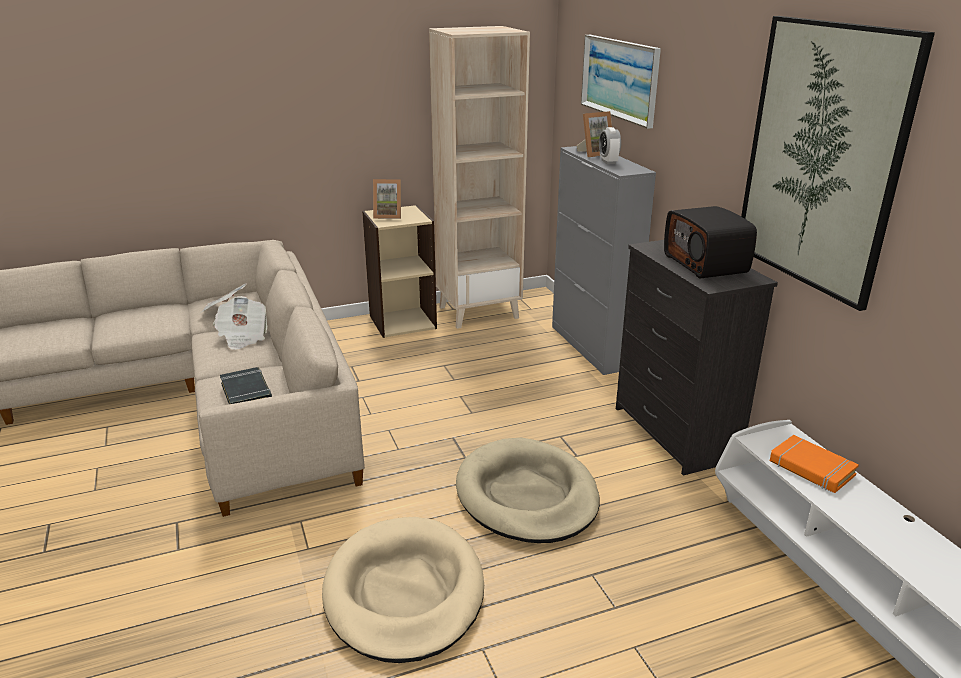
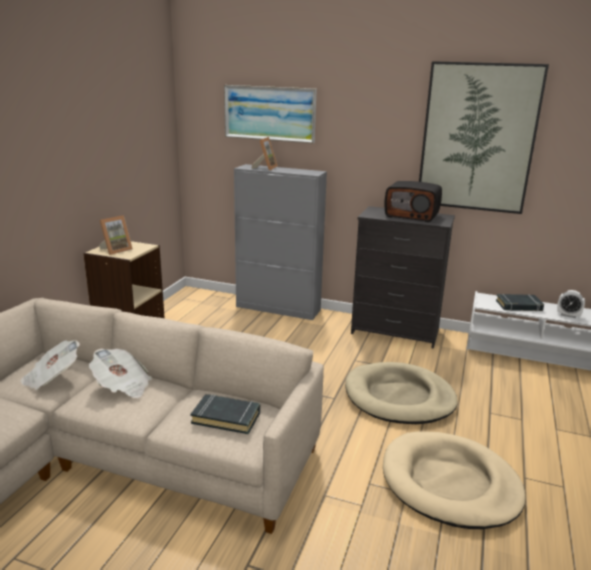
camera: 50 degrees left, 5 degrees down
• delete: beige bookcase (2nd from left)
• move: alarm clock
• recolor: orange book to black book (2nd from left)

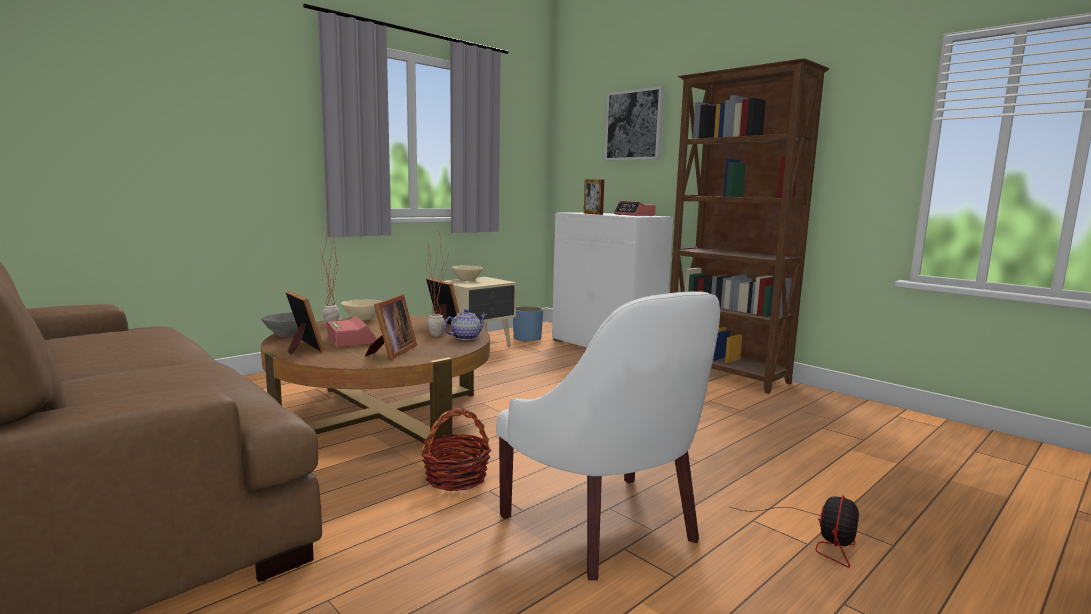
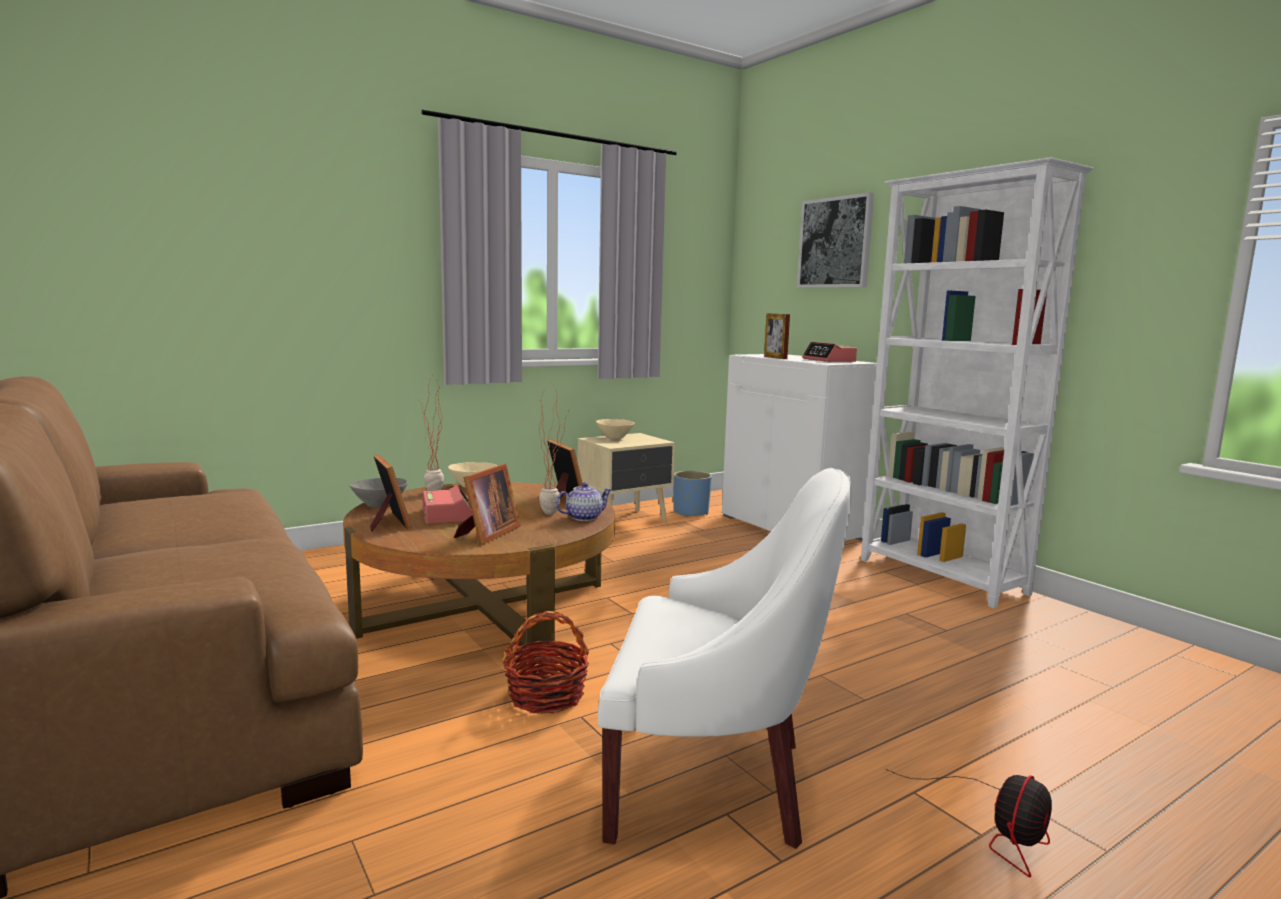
camera: 10 degrees right, 0 degrees up
• rotate: white armchair 60 degrees counterclockwise
• recolor: brown bookcase to white bookcase

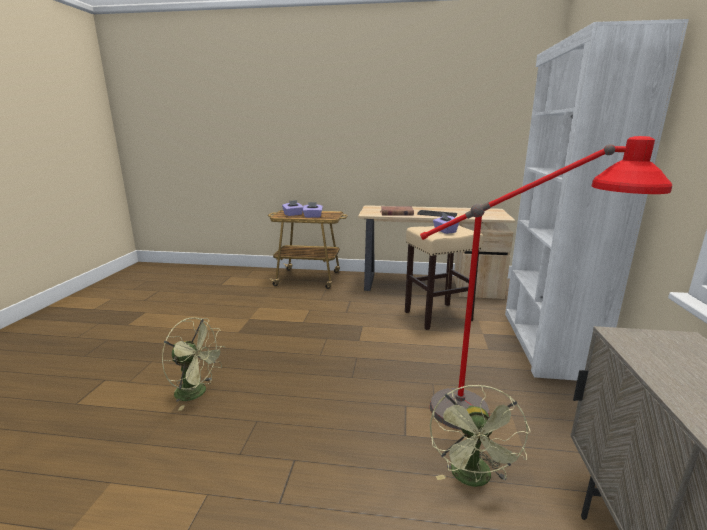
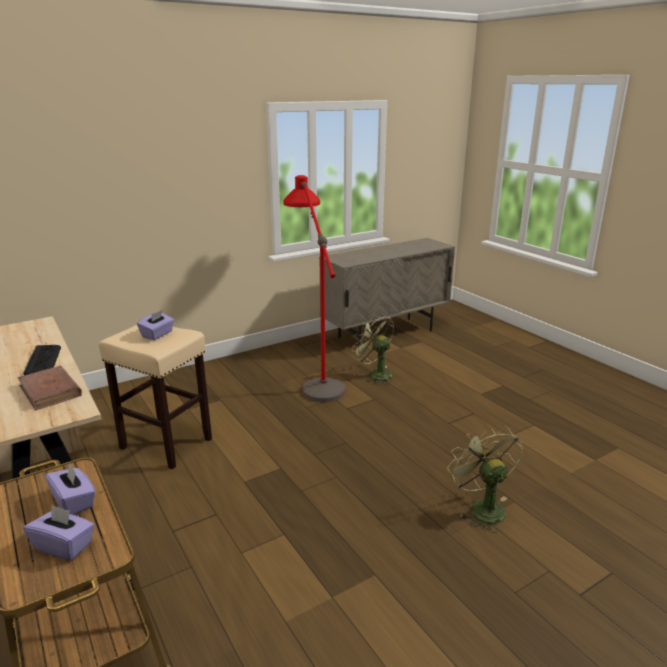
camera: 130 degrees left, 5 degrees up
• rotate: green fan (2nd from left in the first image) 105 degrees counterclockwise
• delete: white bookcase

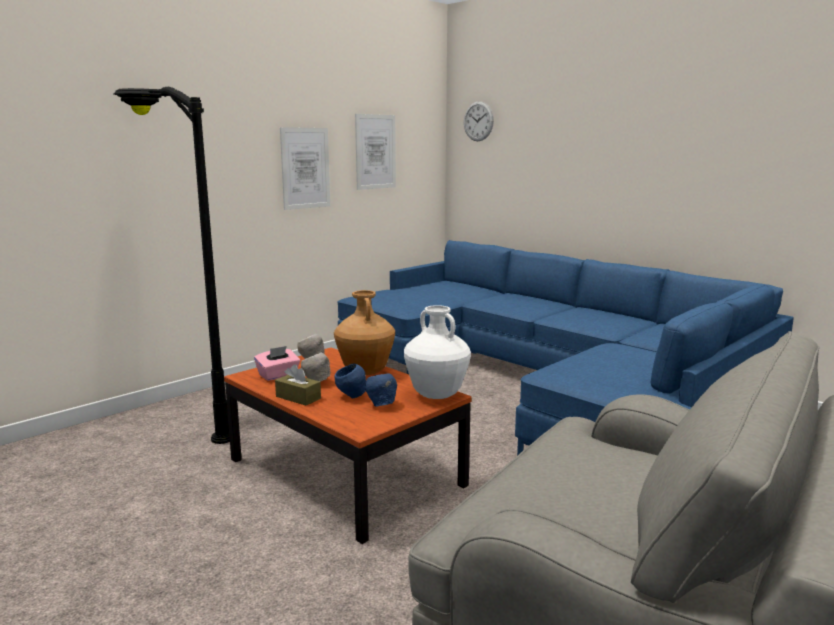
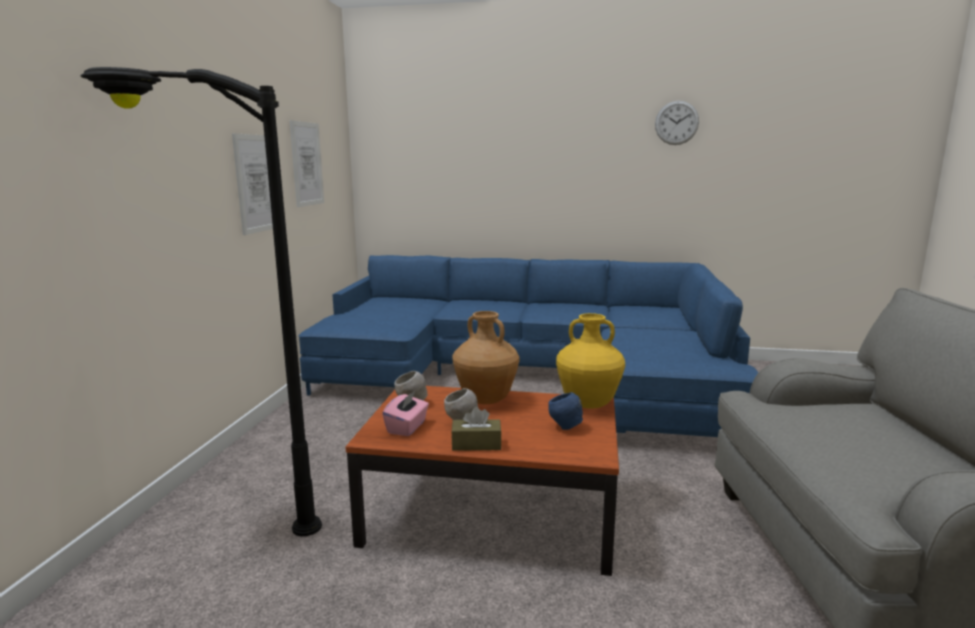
camera: 35 degrees left, 0 degrees up
• delete: blue bowl (1st from left)
• recolor: white vase to yellow vase
• move: wall clock

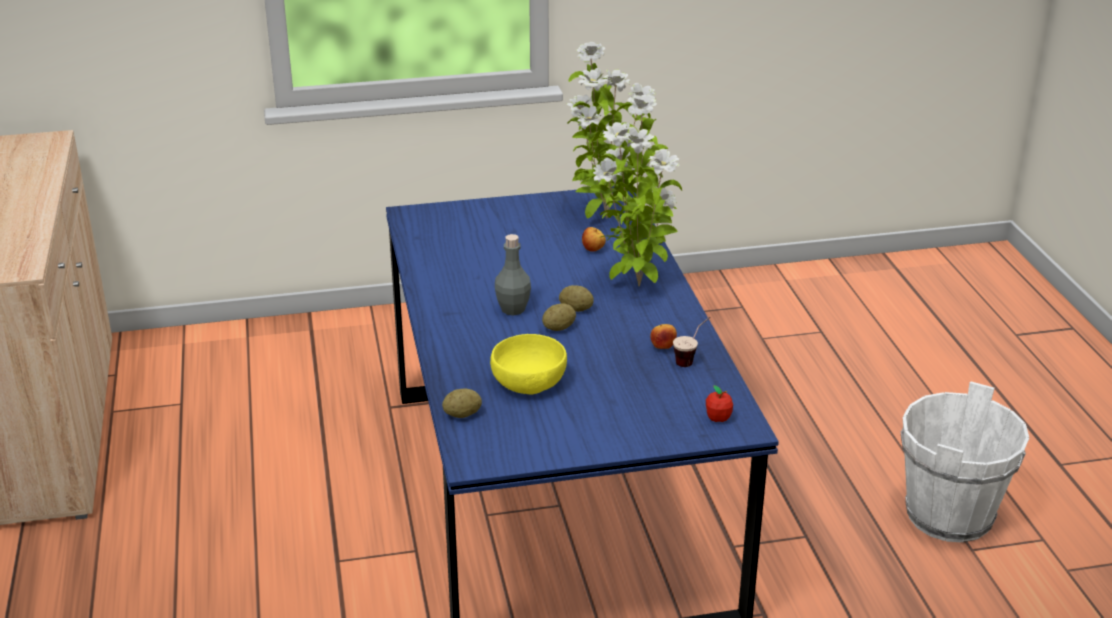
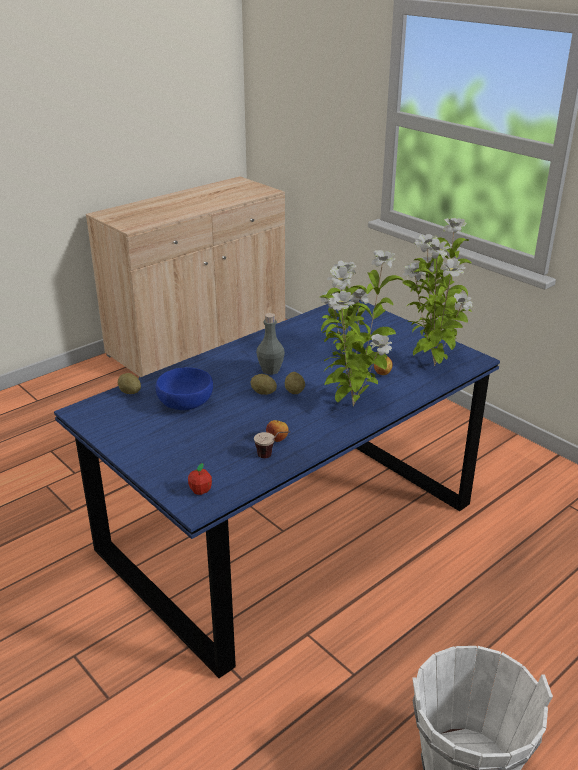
camera: 60 degrees right, 0 degrees up
• recolor: yellow bowl to blue bowl

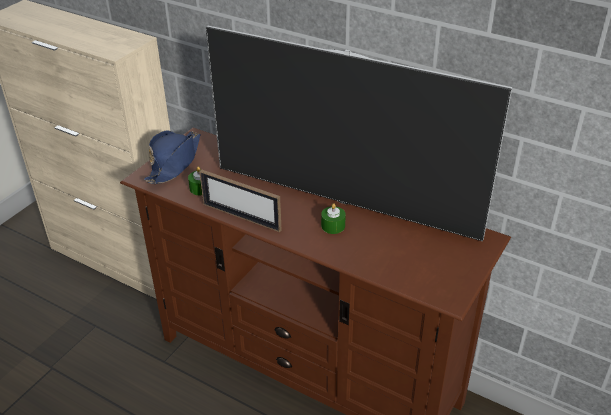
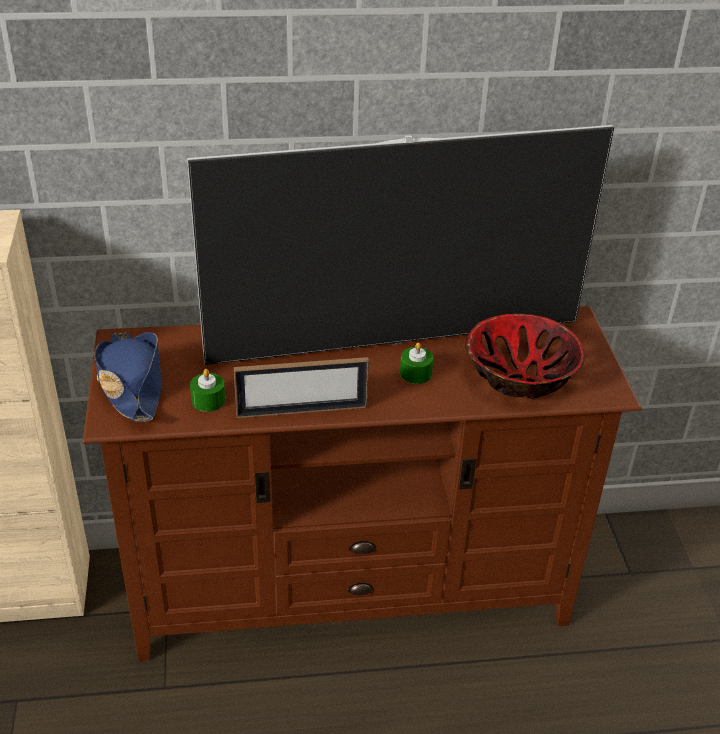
camera: 40 degrees left, 0 degrees up
• insert: bowl

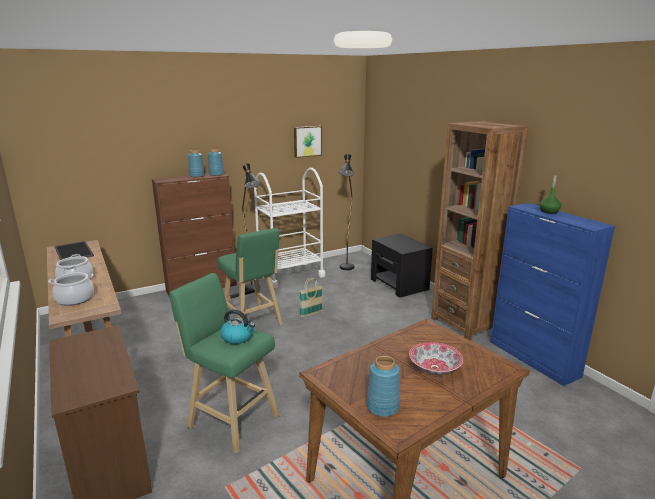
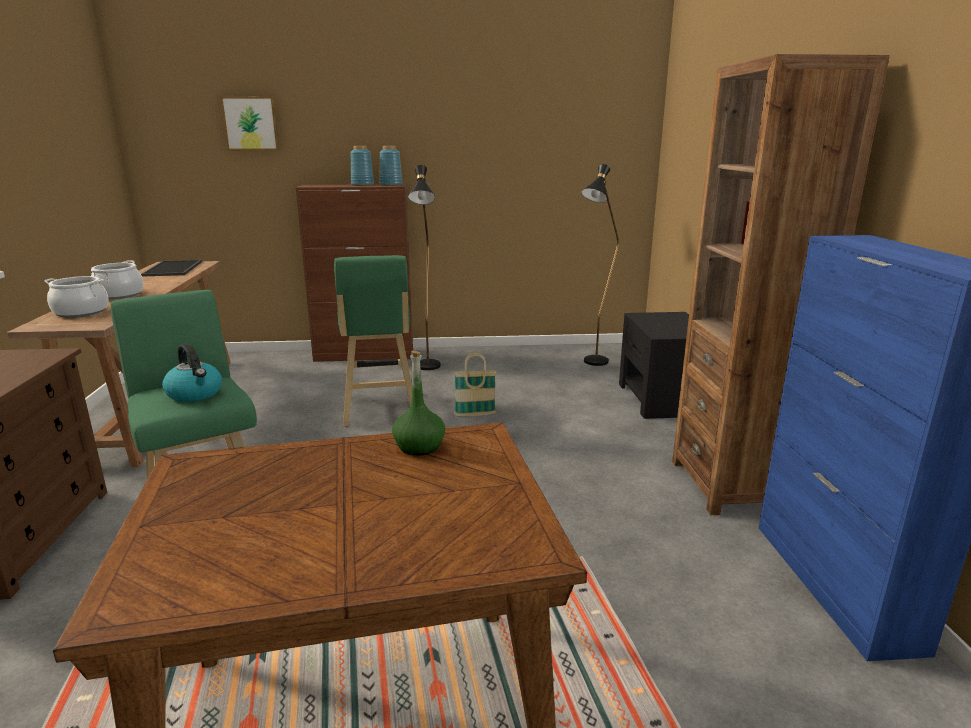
camera: 25 degrees right, 0 degrees up
• delete: white cart
• move: picture
• delete: blue vase (3rd from left)
• delete: bowl
• move: green bottle

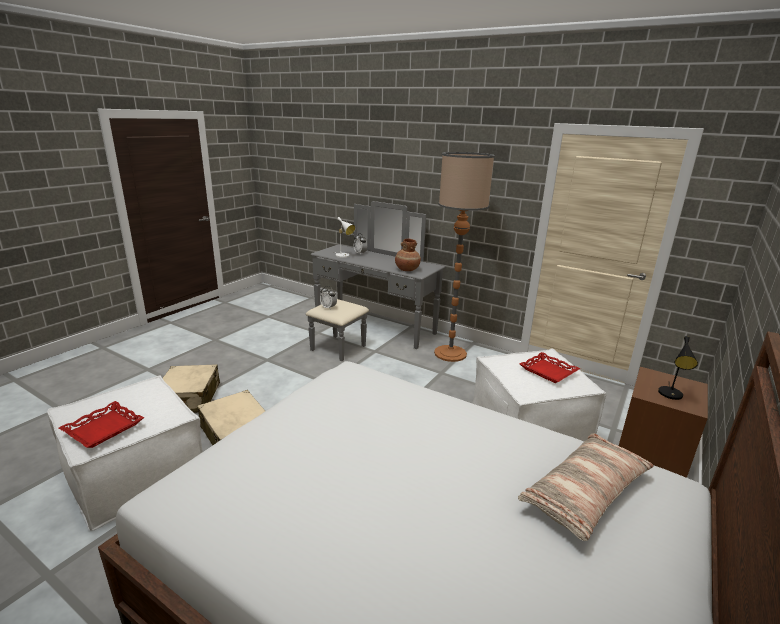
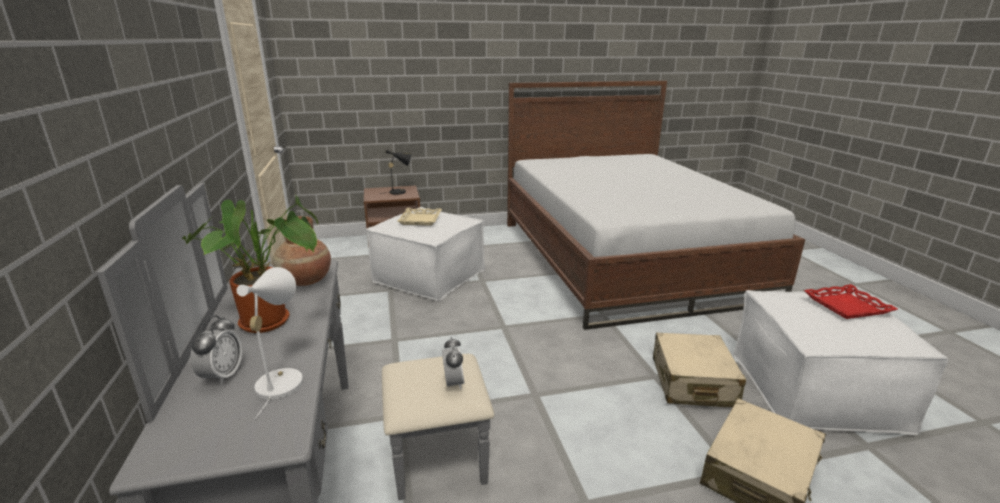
camera: 135 degrees left, 0 degrees up
• delete: floor lamp
• delete: pillow
• recolor: red tray (2nd from left) to beige tray
• insert: potted plant

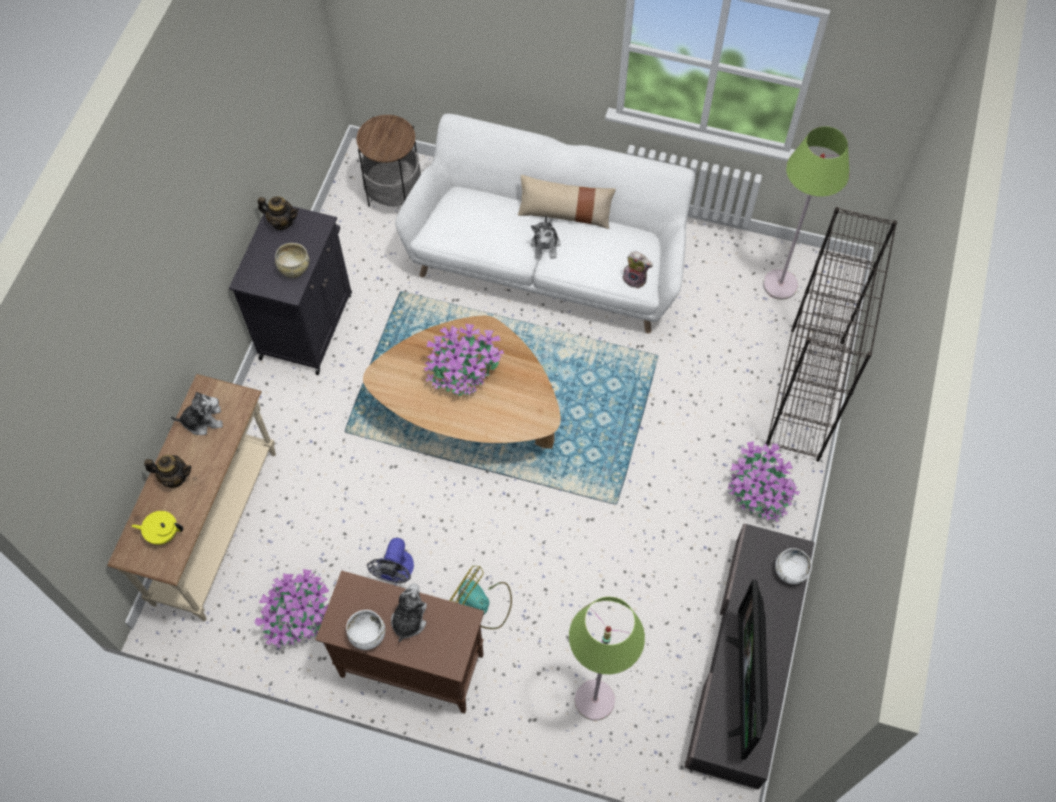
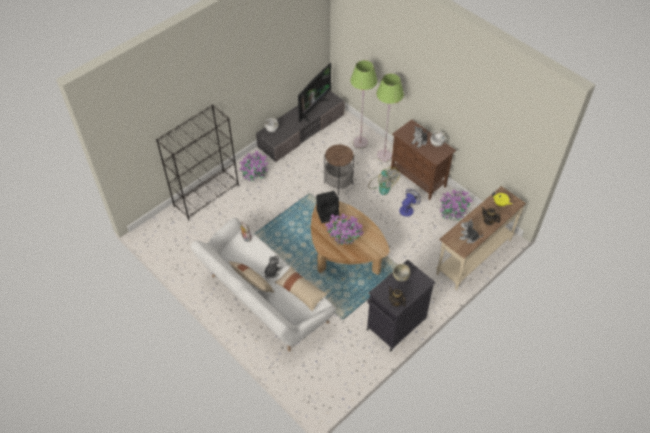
camera: 150 degrees left, 10 degrees down
• move: side table
• move: green floor lamp (2nd from left)
• insert: beige pillow (2nd from left)
• insert: black speaker

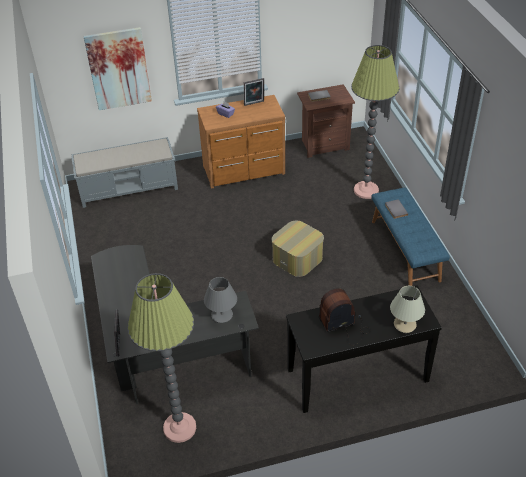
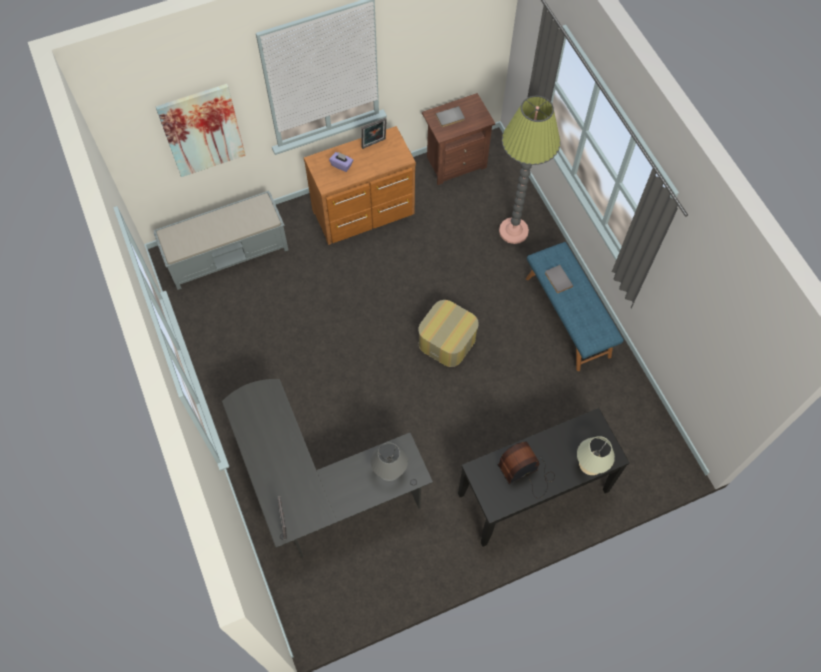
camera: 10 degrees left, 20 degrees up
• delete: floor lamp (1st from left)

